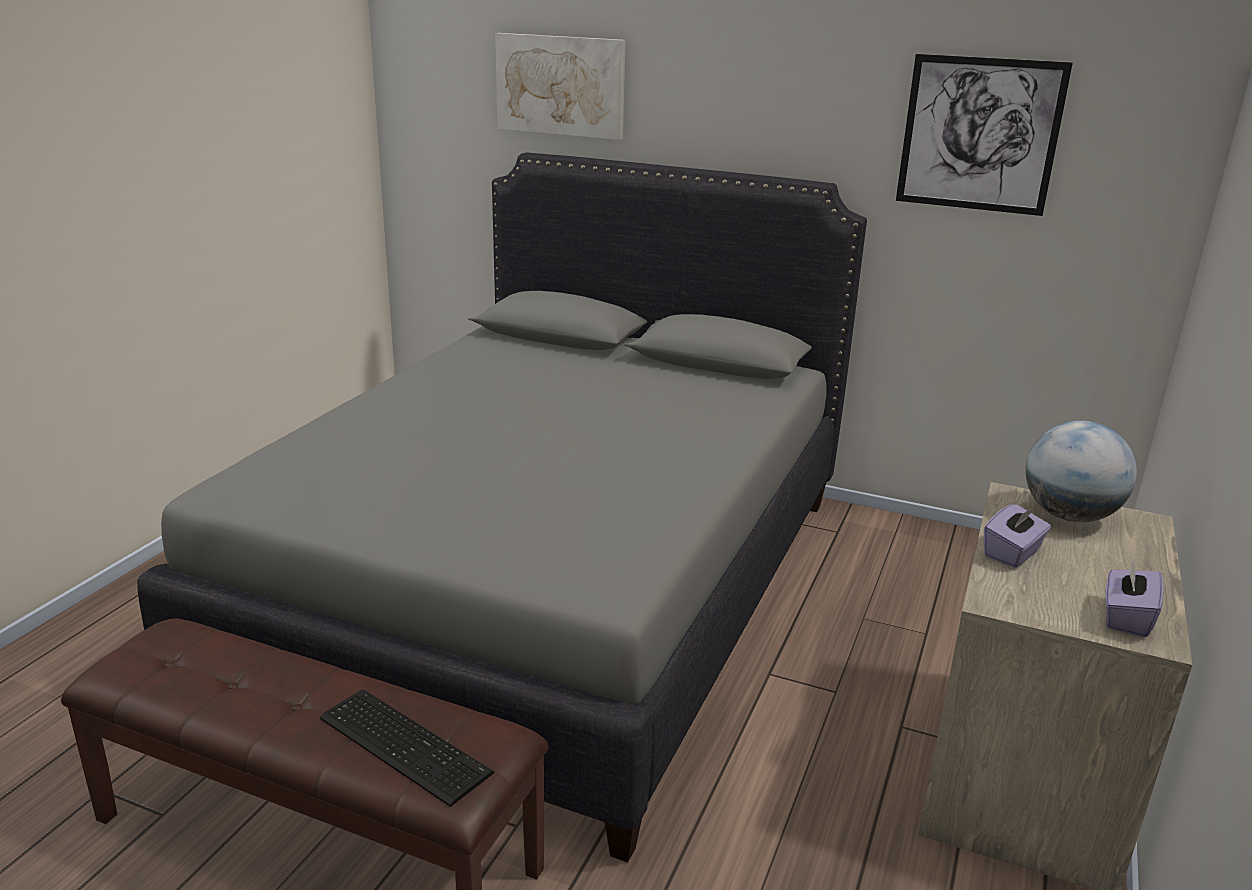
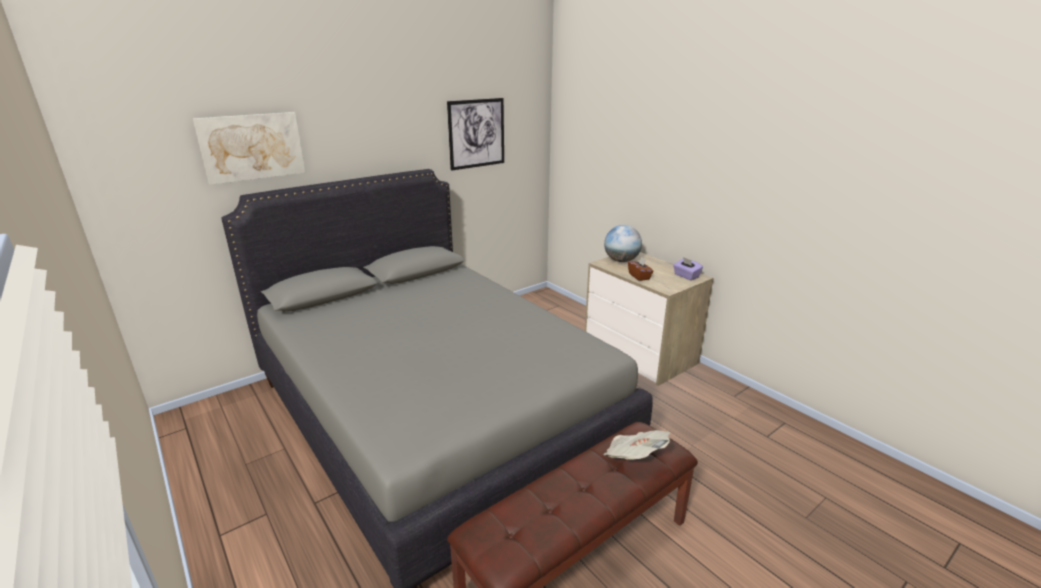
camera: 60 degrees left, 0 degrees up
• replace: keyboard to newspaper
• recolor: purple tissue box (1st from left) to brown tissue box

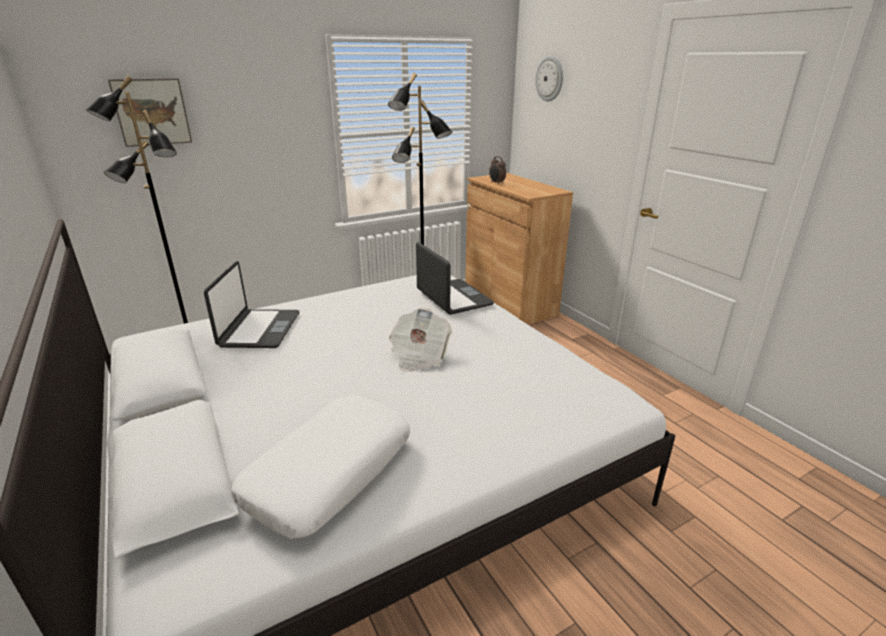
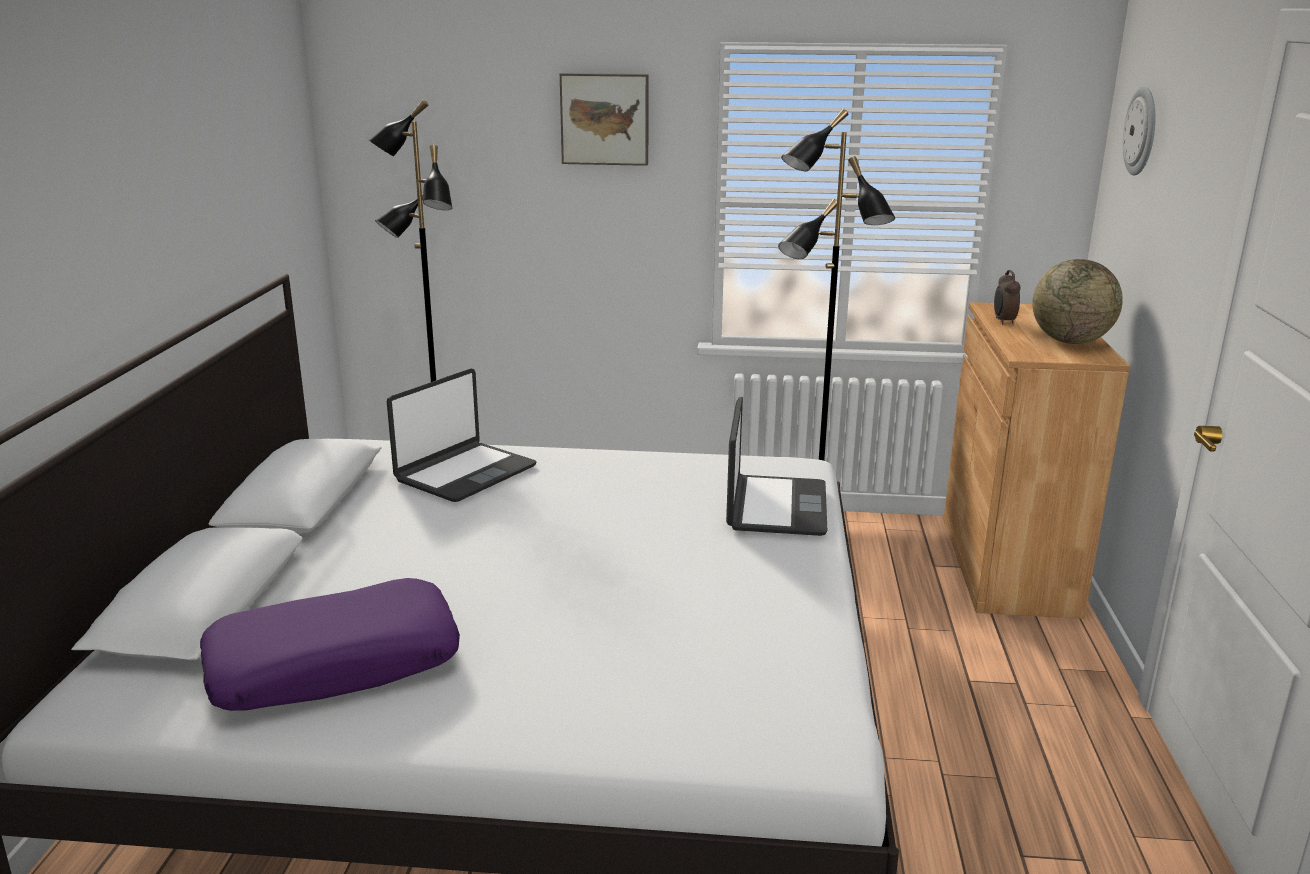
camera: 35 degrees right, 5 degrees down
• move: picture
• recolor: white pillow to purple pillow
• delete: newspaper
• insert: globe

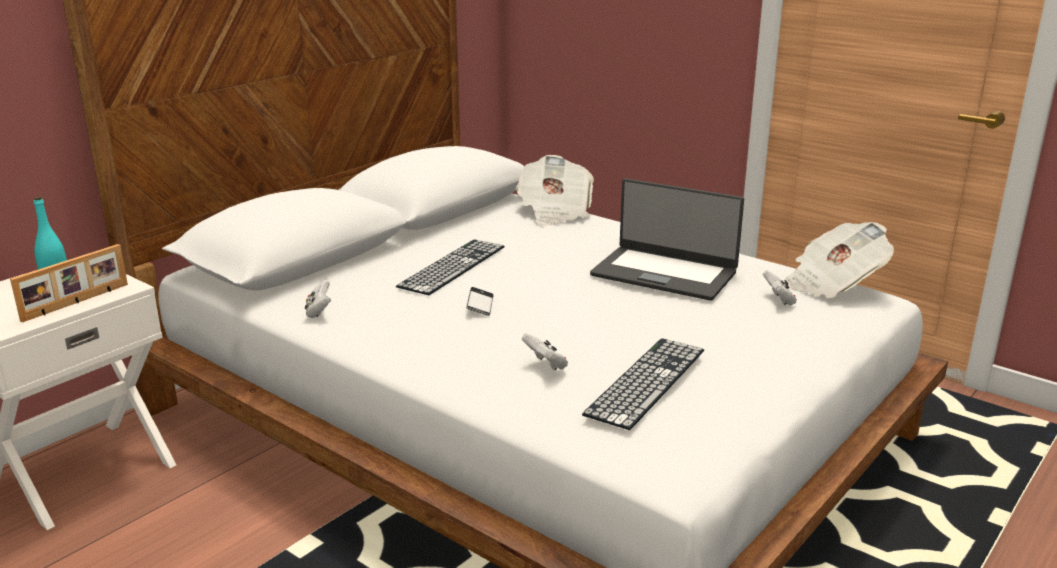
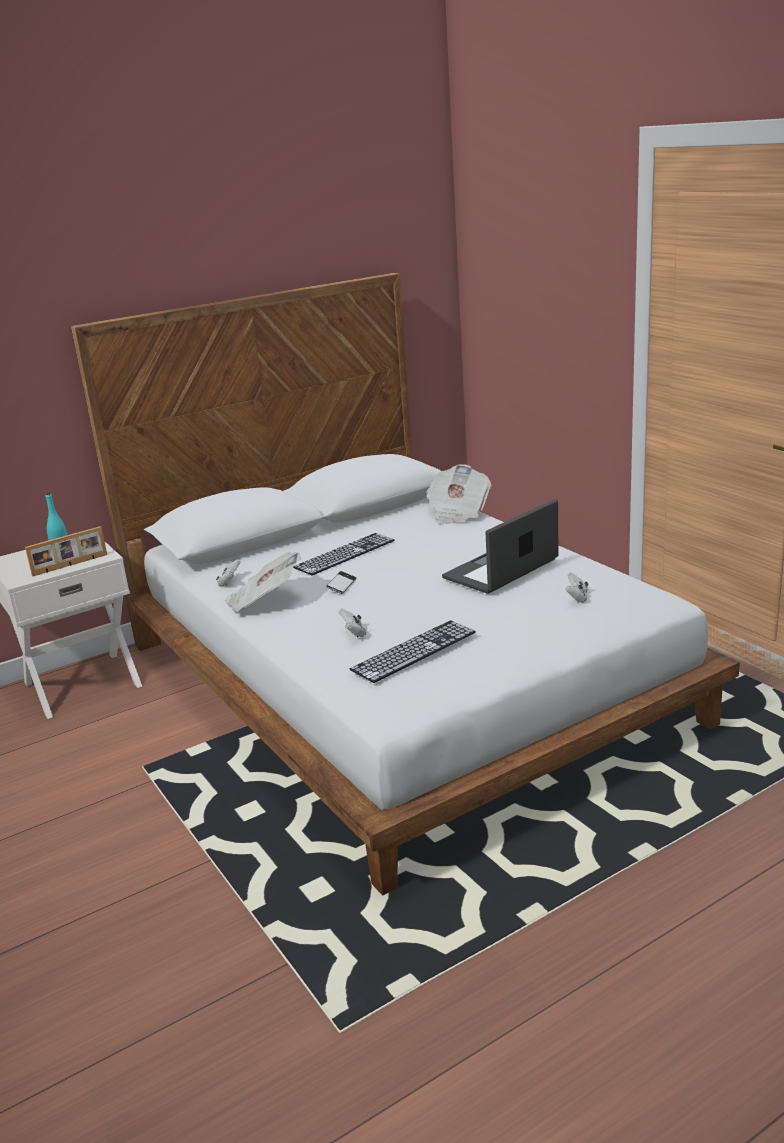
camera: 20 degrees right, 0 degrees up
• rotate: laptop 90 degrees clockwise
• move: newspaper (2nd from left in the first image) to newspaper (1st from left)

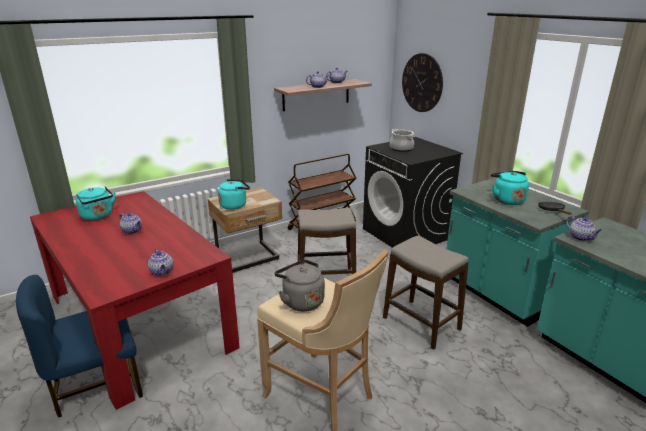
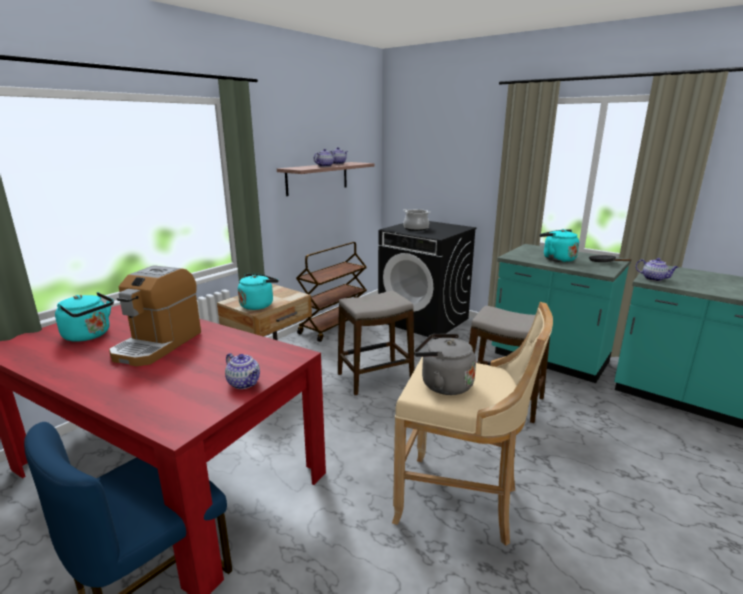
camera: 20 degrees left, 5 degrees down
• replace: teapot (1st from left) to coffee machine
• delete: wall clock

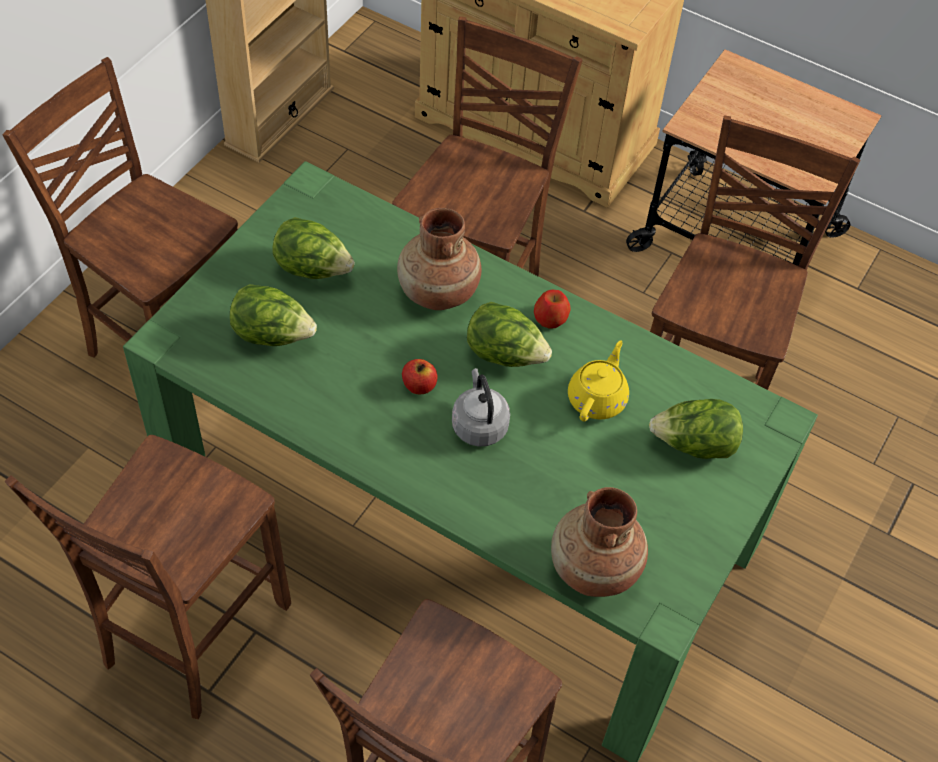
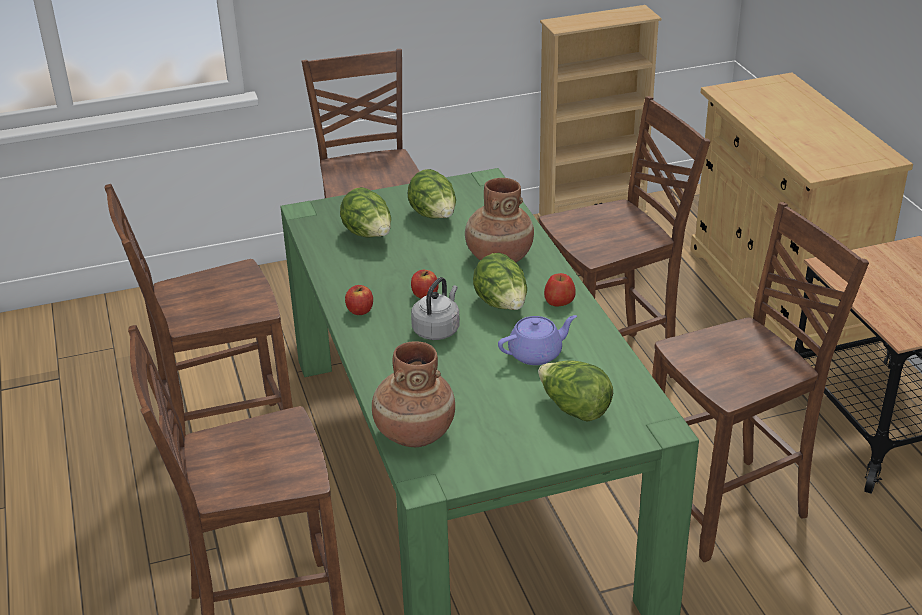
camera: 45 degrees right, 20 degrees down
• recolor: yellow teapot to purple teapot
• insert: apple (1st from left)

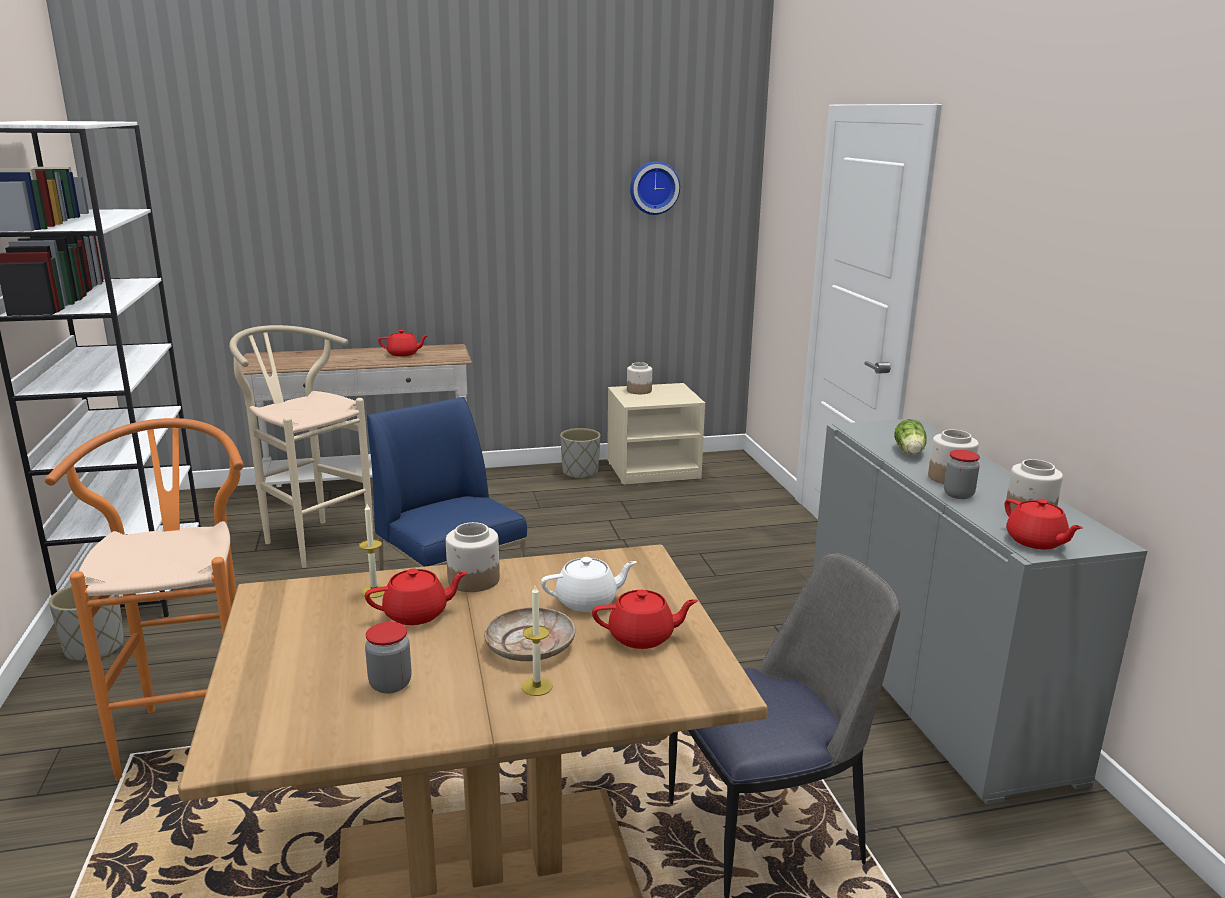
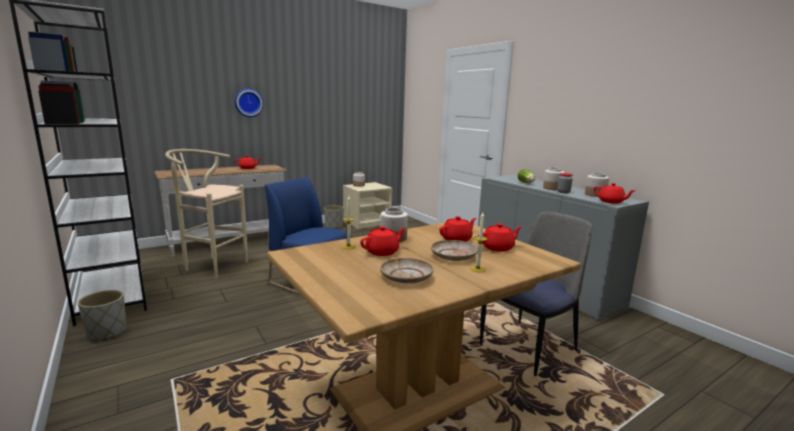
camera: 20 degrees left, 5 degrees down
• delete: orange stool
• replace: jar (1st from left) to beige plate (1st from left)
• recolor: white teapot to red teapot (3rd from left)
• move: wall clock

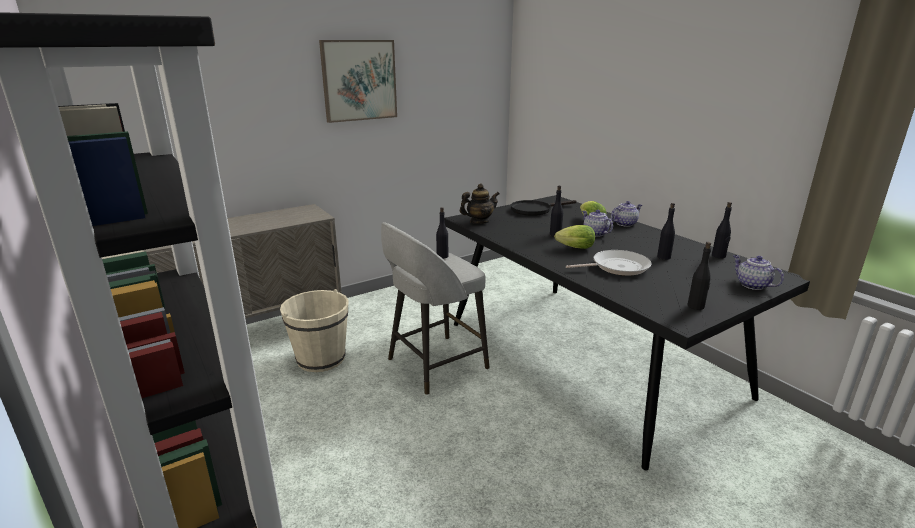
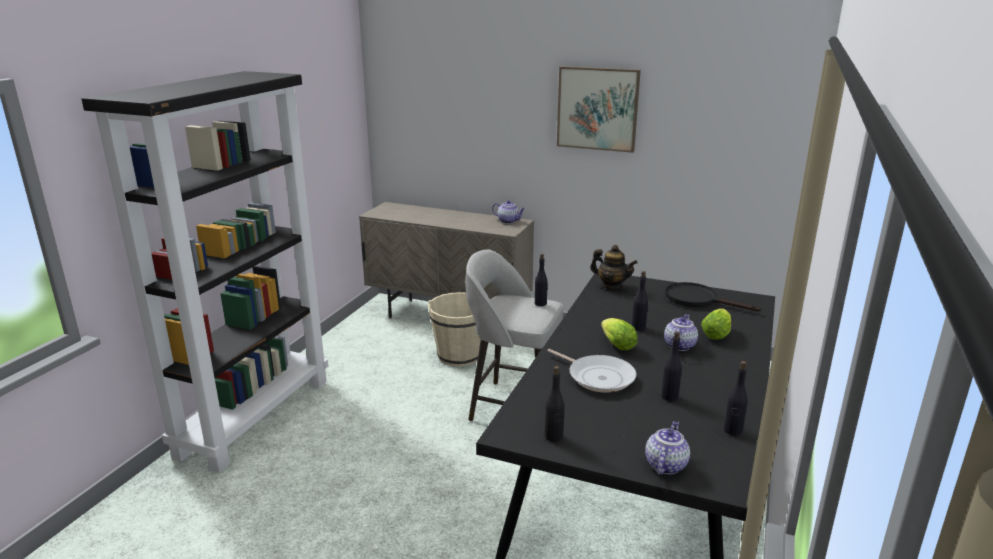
camera: 55 degrees right, 0 degrees up
• move: teapot (3rd from left in the first image) to teapot (1st from left)

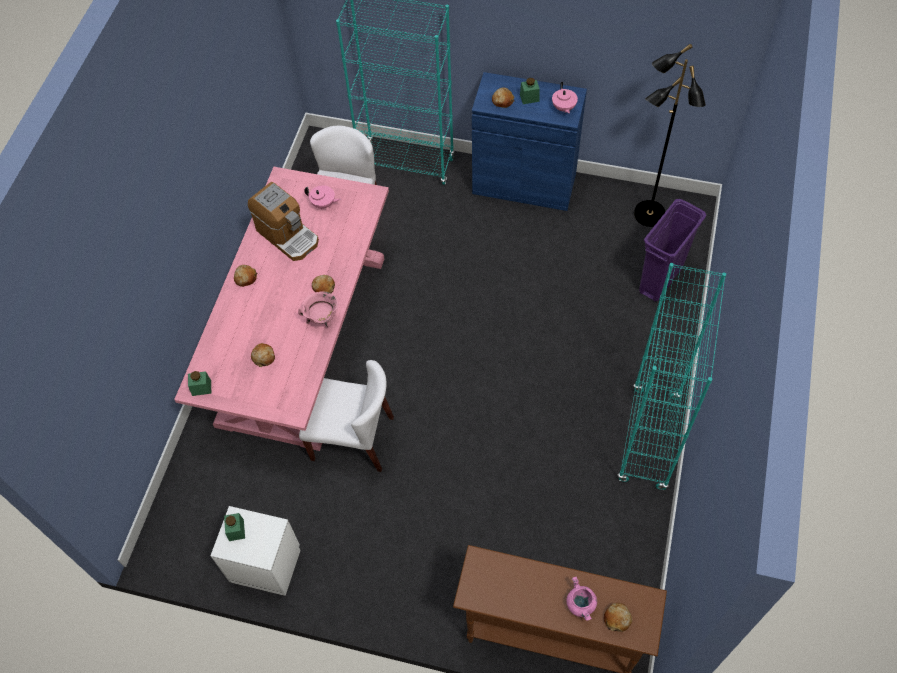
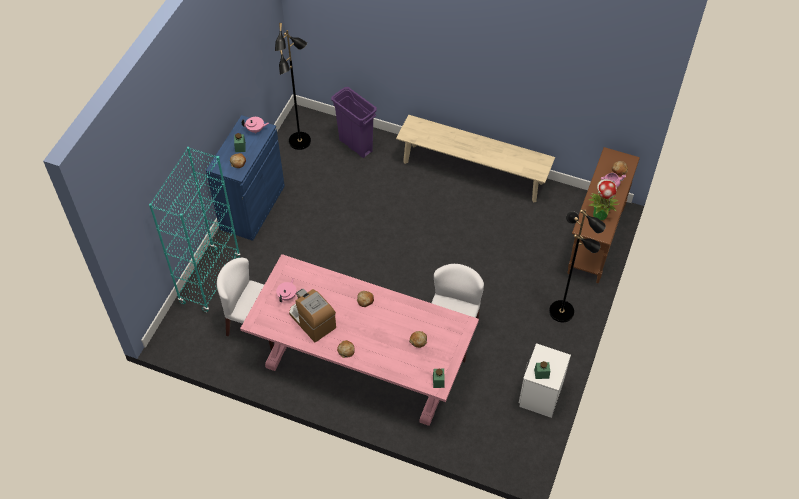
camera: 85 degrees left, 5 degrees down
• rotate: coffee machine 90 degrees counterclockwise
• delete: pink cooking pot (1st from left)
• replace: turquoise bookcase (2nd from left) to beige bench
• insert: black floor lamp (2nd from left)
• insert: potted plant

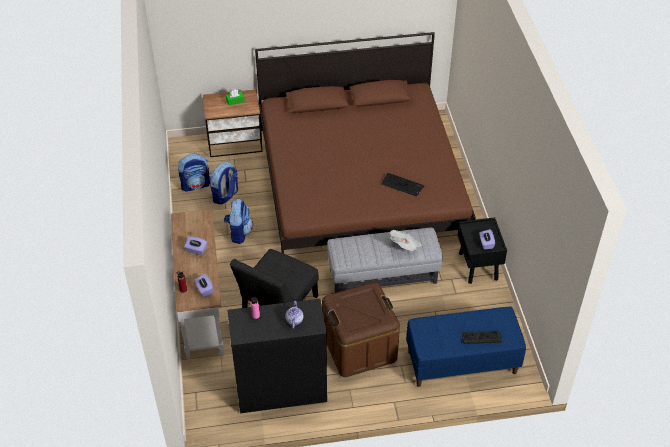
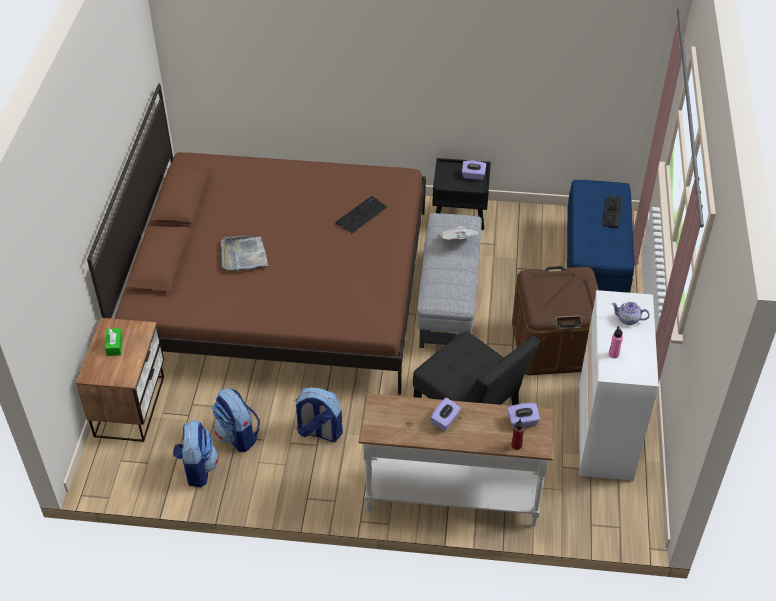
camera: 75 degrees left, 0 degrees up
• recolor: black dresser to white dresser
• insert: grey tray

